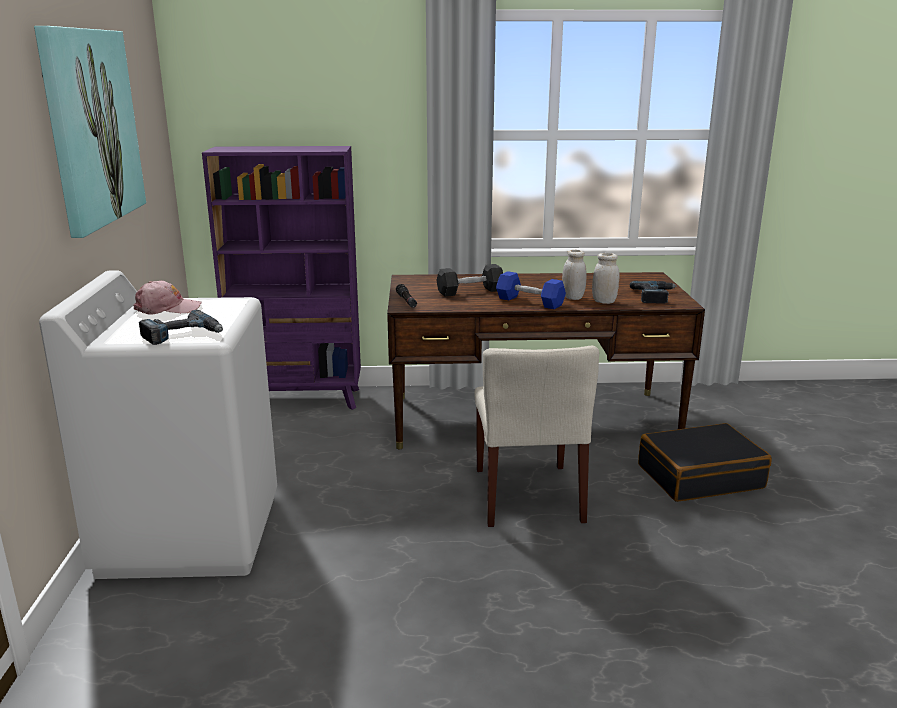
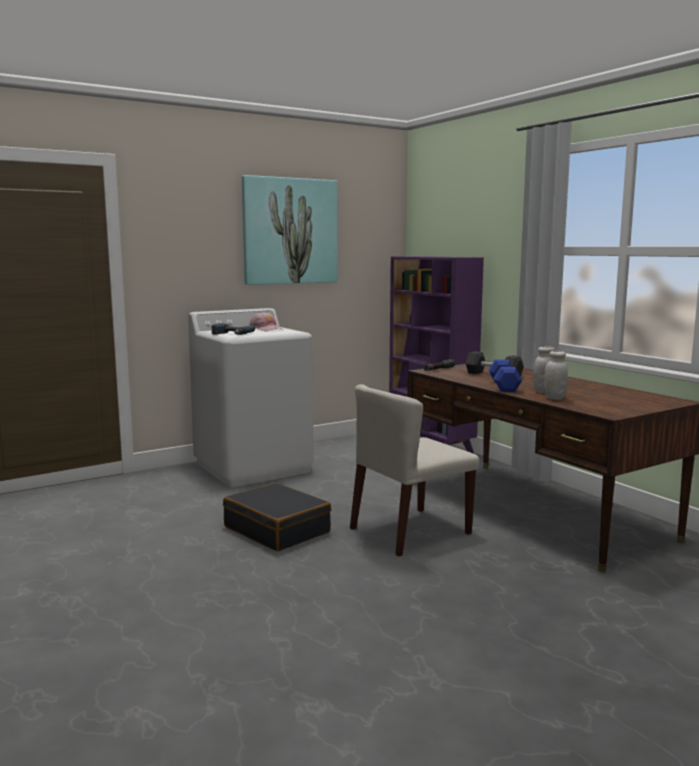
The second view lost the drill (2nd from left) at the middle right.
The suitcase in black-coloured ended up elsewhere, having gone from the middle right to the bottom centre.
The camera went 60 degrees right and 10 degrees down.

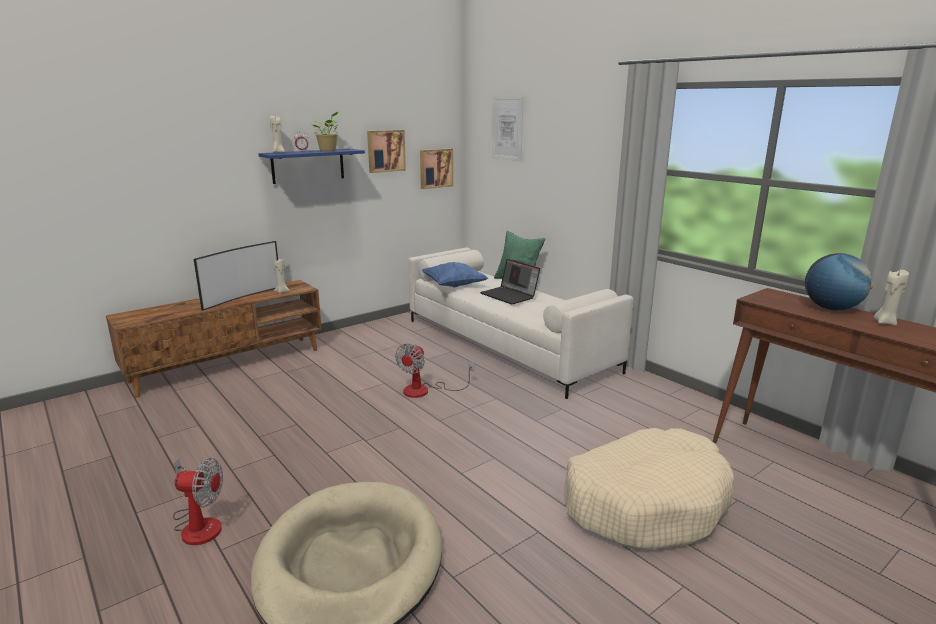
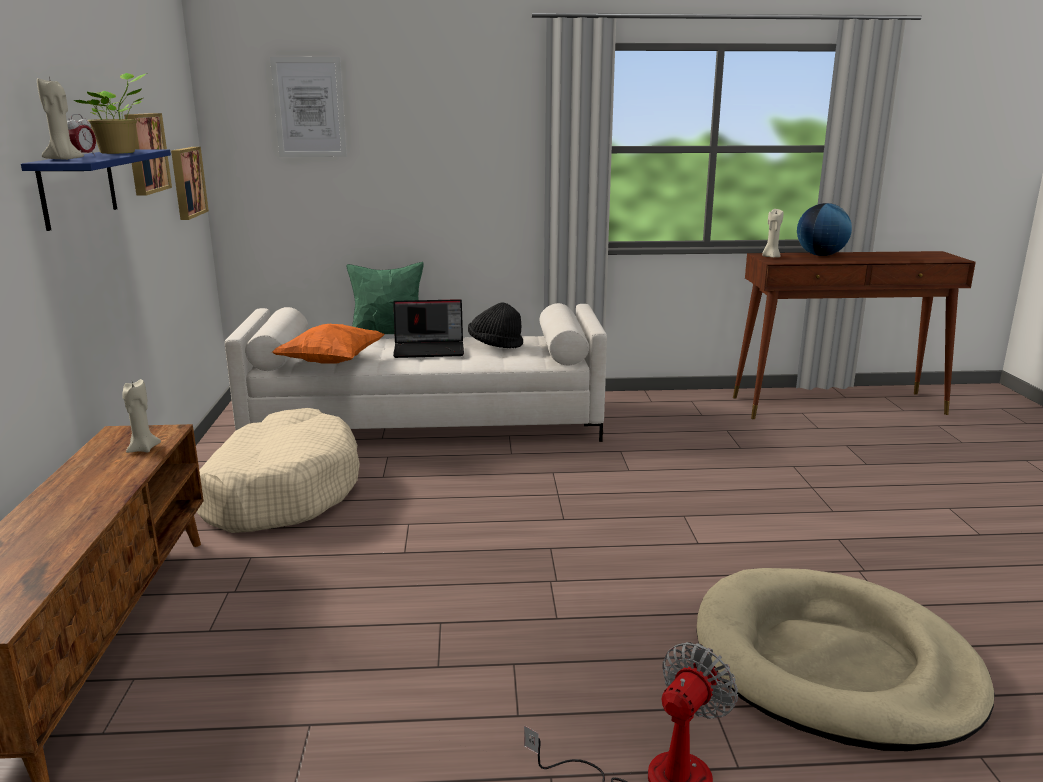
The second view lost the TV at the middle left.
The second view lost the electric fan (2nd from left) at the centre.
What was the cushion in bluish at the centre turned into the cushion in orange-coloured at the middle left.
The dog bed in sand-coloured (2nd from left in the first image) ended up elsewhere, having gone from the bottom right to the middle left.
The wax light in sand-coloured (3rd from left) ended up elsewhere, having gone from the middle right to the top right.
The second view gained the clothing hat in black-coloured at the centre.
The camera went 55 degrees left and 0 degrees up.

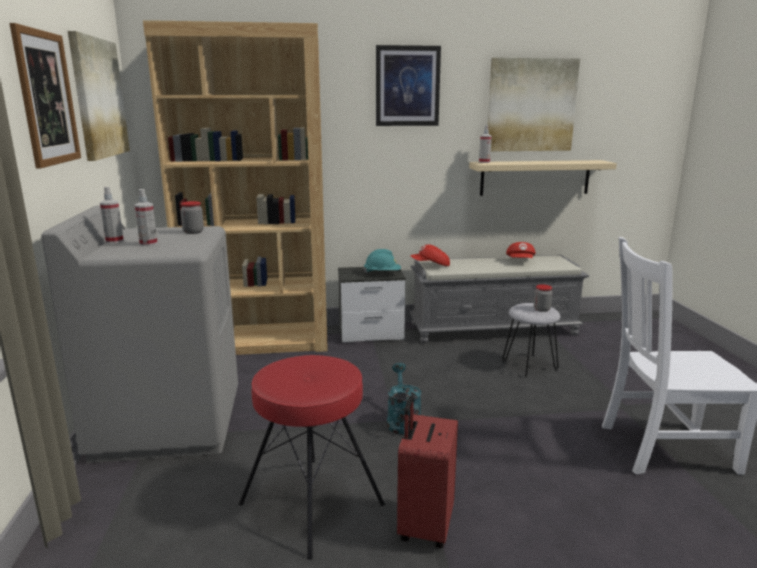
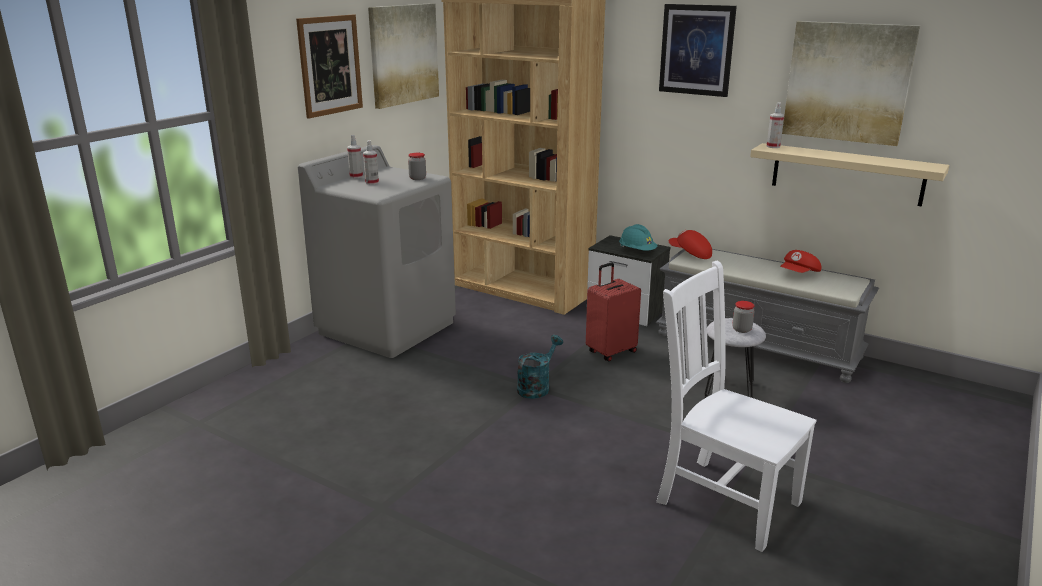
The second view lost the stool in red-coloured at the bottom centre.
The suitcase in red-coloured ended up elsewhere, having gone from the bottom centre to the centre.
The camera went 40 degrees right and 5 degrees up.

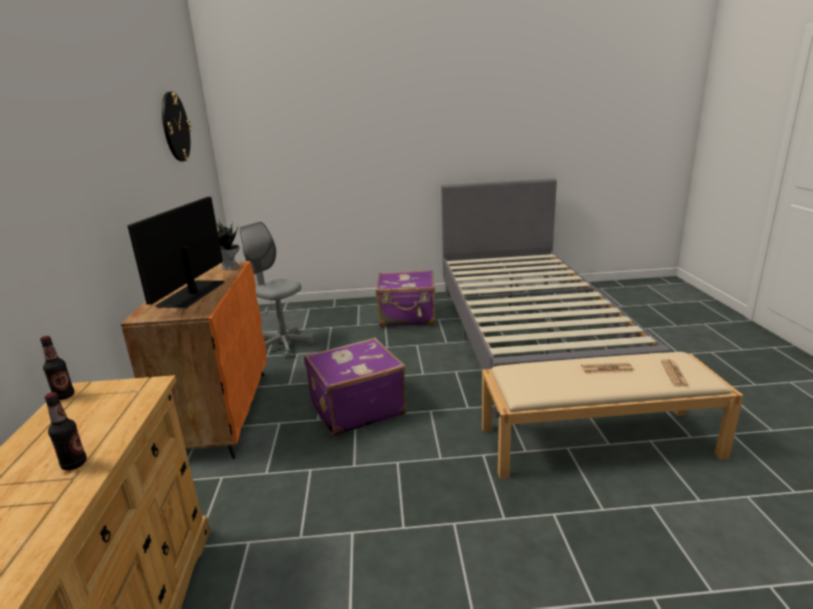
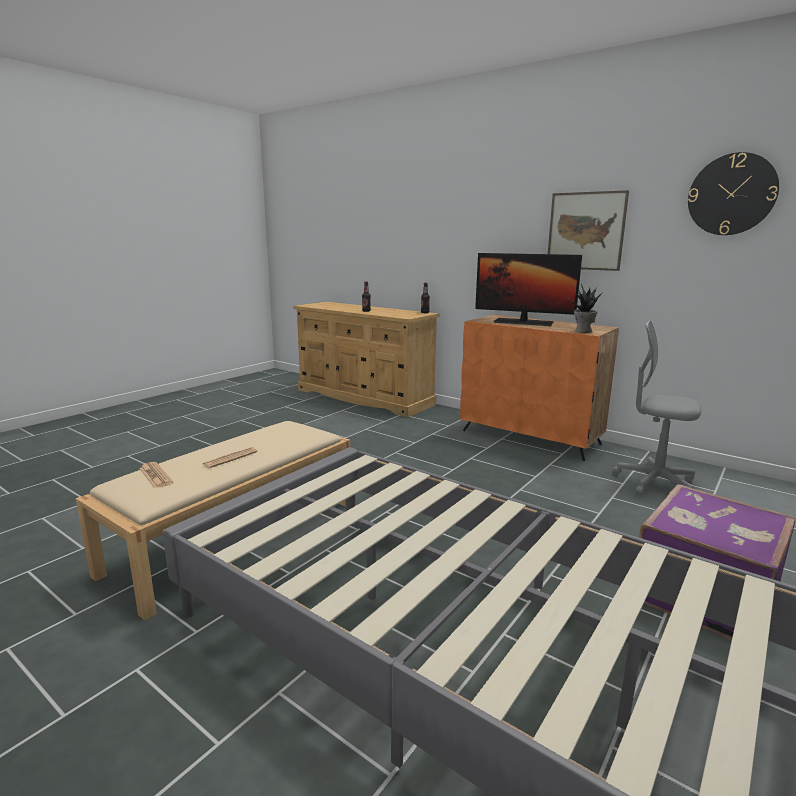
The computer screen at the middle left ended up facing another way, 150 degrees clockwise from before.
The desk chair in grey at the centre ended up facing another way, 135 degrees counterclockwise from before.
The second view lost the suitcase in purple-coloured (1st from left) at the centre.
The second view gained the picture at the top right.
The camera went 130 degrees right and 5 degrees down.

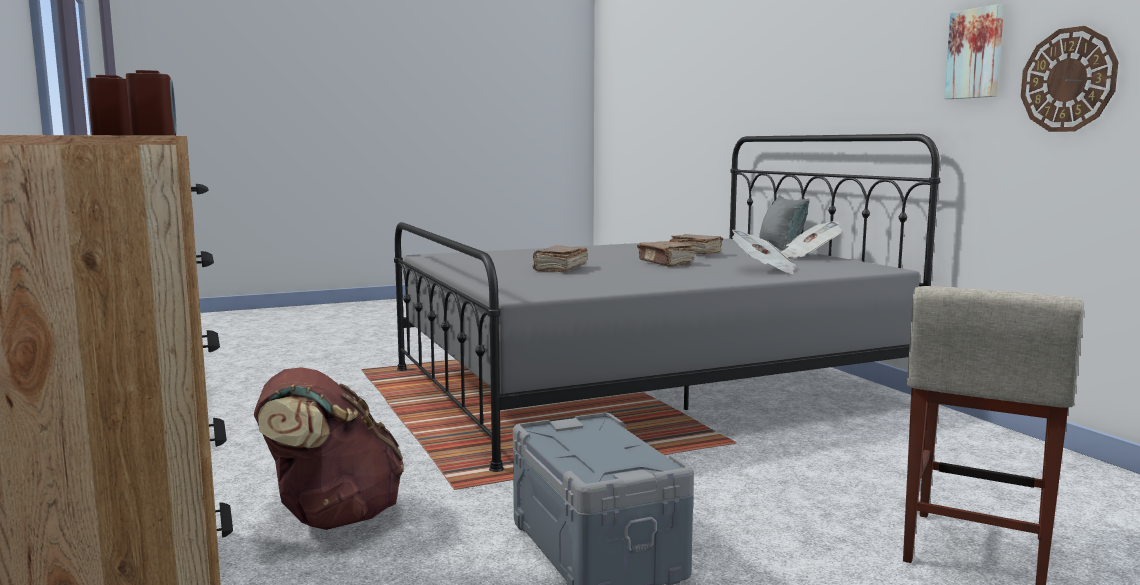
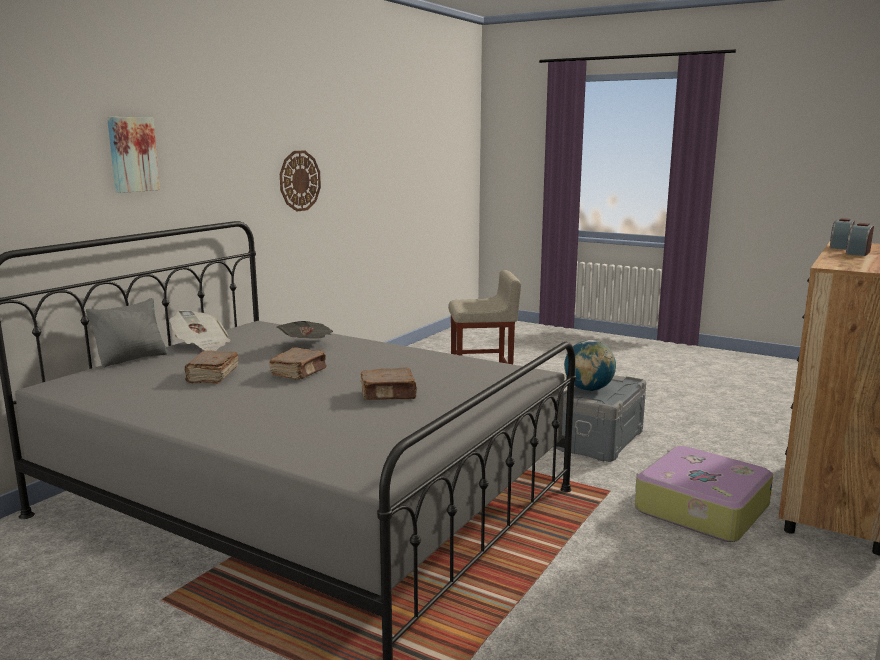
Where the knapsack in brownish stood at the bottom left, the suitcase came to stand at the bottom right.
The picture ended up elsewhere, having gone from the top right to the top left.
The second view gained the desk globe at the middle right.
The camera went 125 degrees left and 5 degrees up.

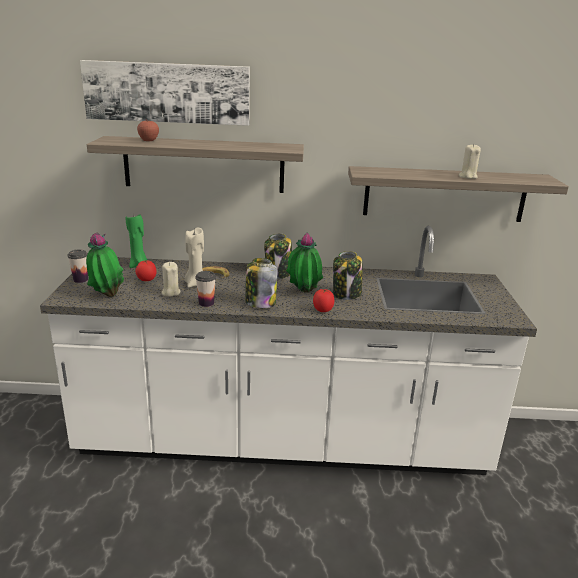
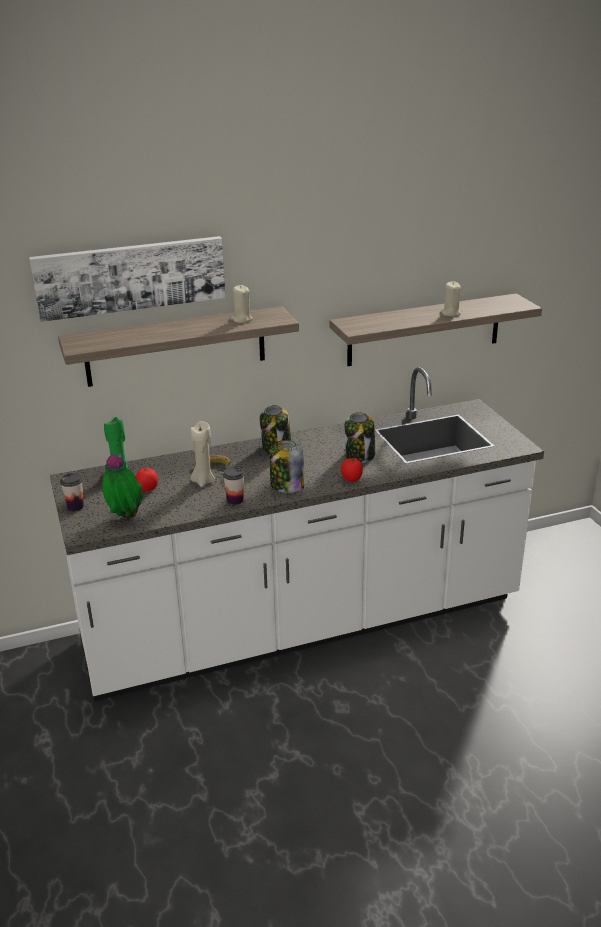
The second view lost the whole apple at the top left.
The wax light in sand-coloured (1st from left in the first image) ended up elsewhere, having gone from the middle left to the top centre.
The second view lost the plant in a pot (2nd from left) at the centre.
The camera went 20 degrees left and 5 degrees up.

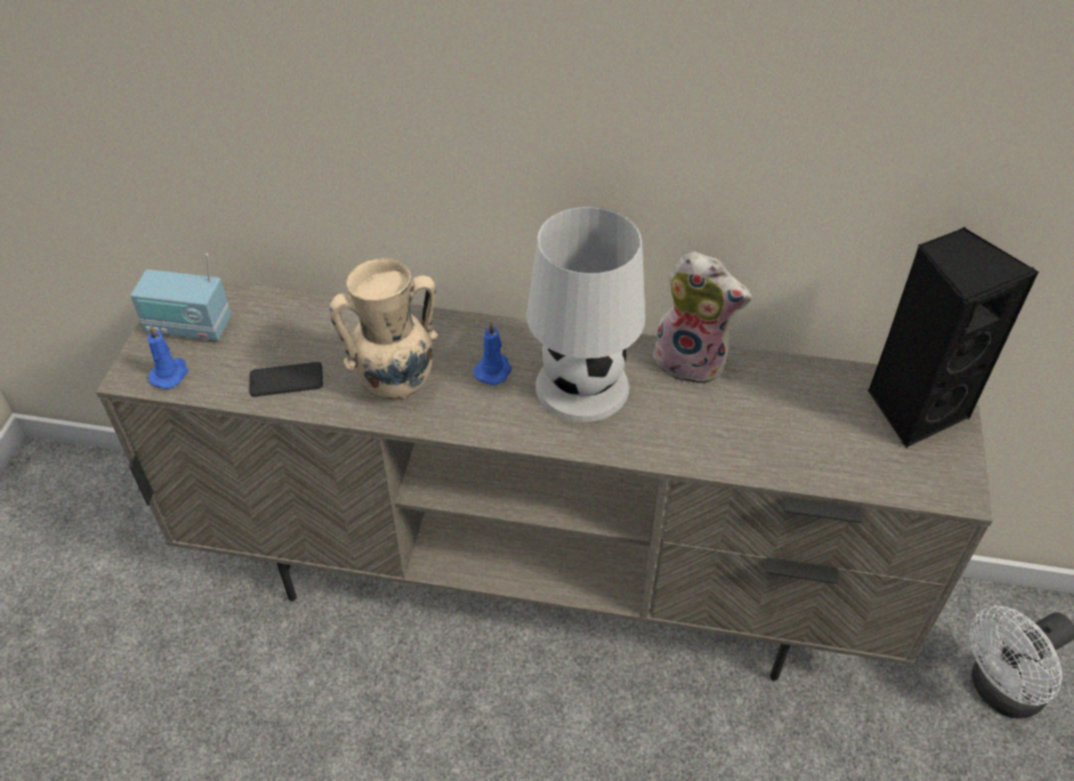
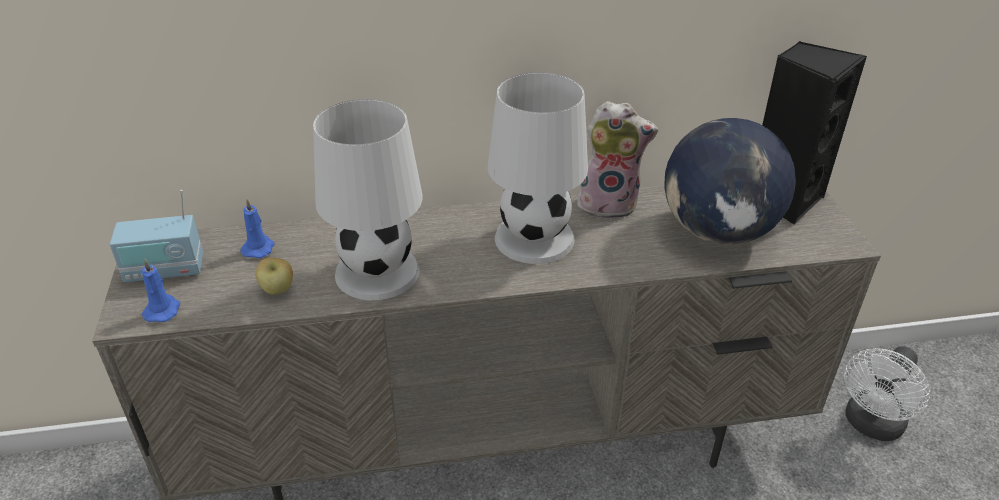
Where the telephone stood at the middle left, the whole apple came to stand at the middle left.
Where the vase in sand-coloured stood at the centre, the table lamp in whitish (1st from left) came to stand at the centre.
The wax light in bluish (2nd from left) ended up elsewhere, having gone from the centre to the middle left.
The second view gained the desk globe at the middle right.
The camera went 20 degrees left and 10 degrees down.

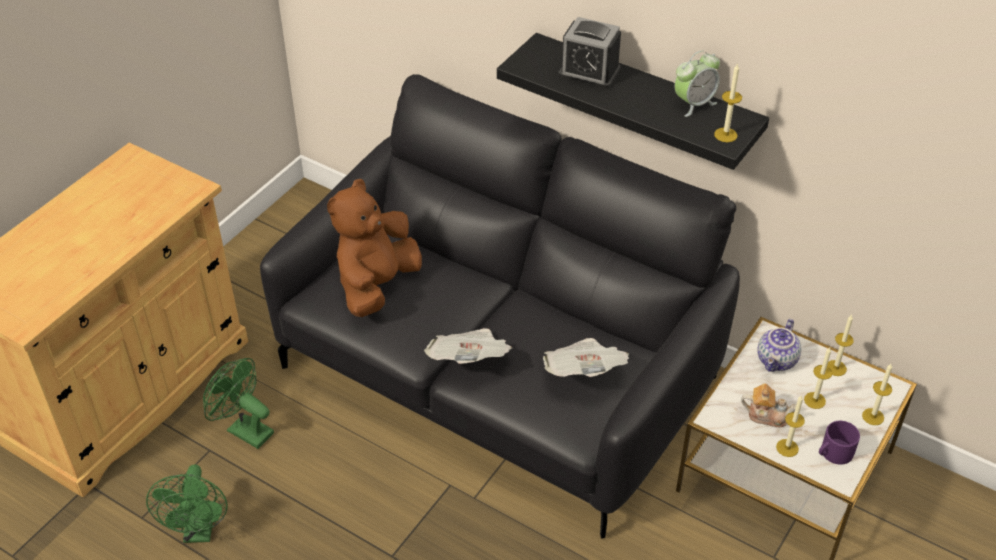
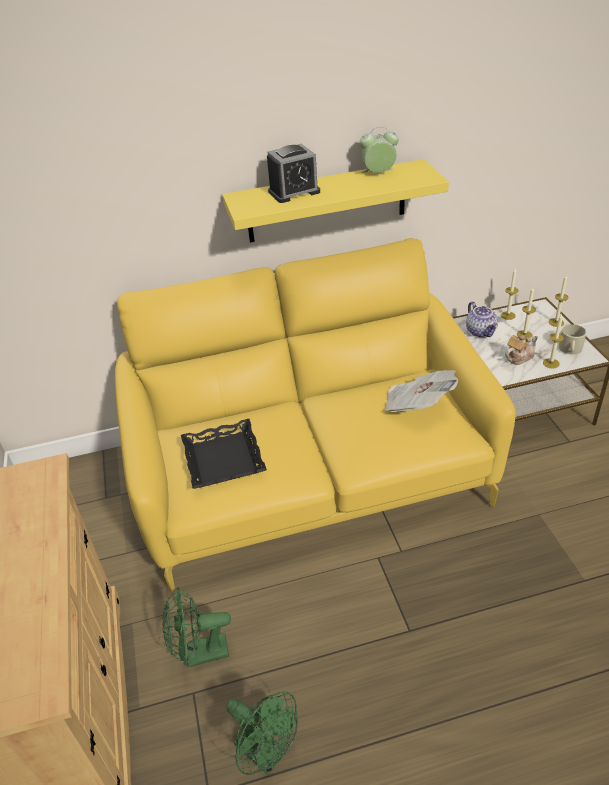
What was the couch in black-coloured at the centre turned into the couch in yellow at the centre.
Where the soft toy in brownish stood at the centre, the serving tray in black-coloured came to stand at the centre.
The second view lost the printed paper (1st from left) at the centre.
What was the wall shelf in black-coloured at the top centre turned into the wall shelf in yellow at the top centre.
The table clock (2nd from left) at the top right ended up facing another way, 105 degrees counterclockwise from before.
The second view lost the wax light (1st from left) at the top right.
What was the tea mug in purple-coloured at the bottom right turned into the tea mug in sand-coloured at the middle right.
The camera went 45 degrees left and 5 degrees down.

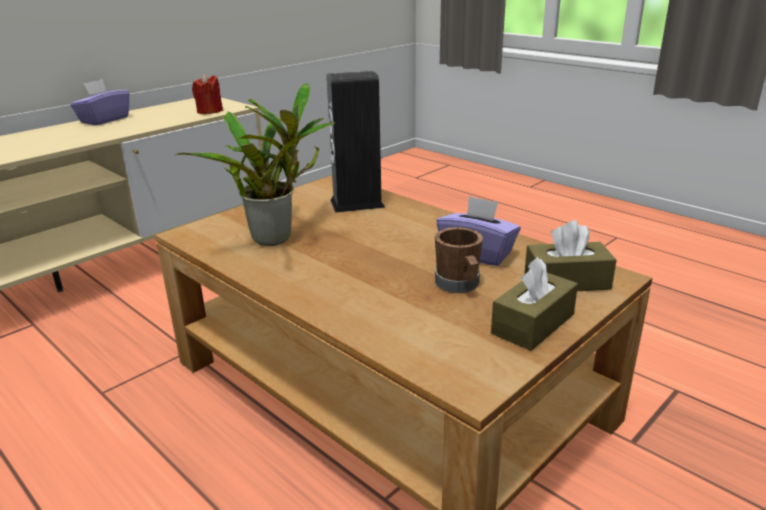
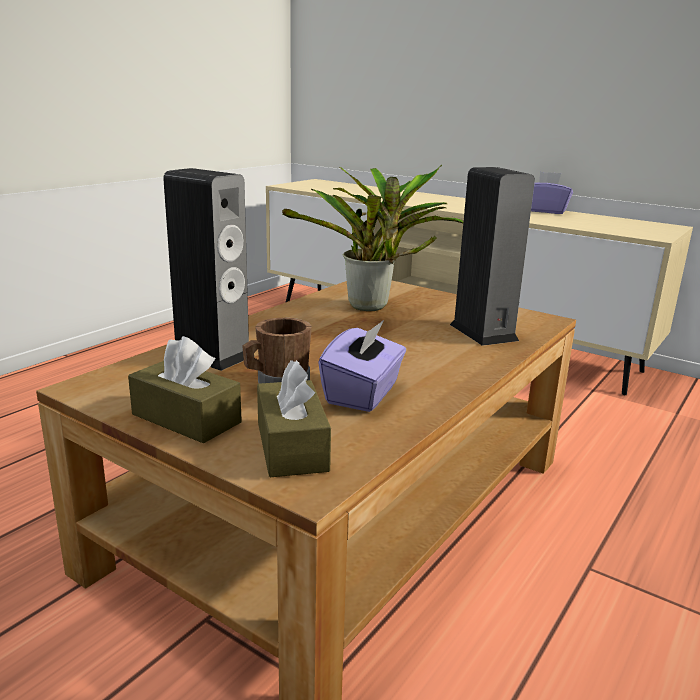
The second view lost the wax light in red-coloured at the top left.
The second view gained the audio speaker (1st from left) at the middle left.
The camera went 80 degrees right and 5 degrees down.

